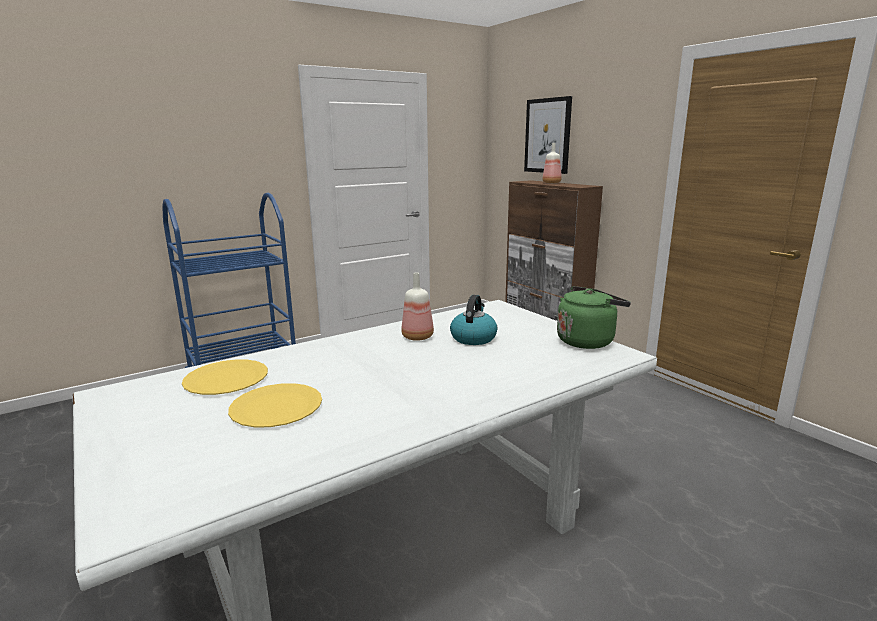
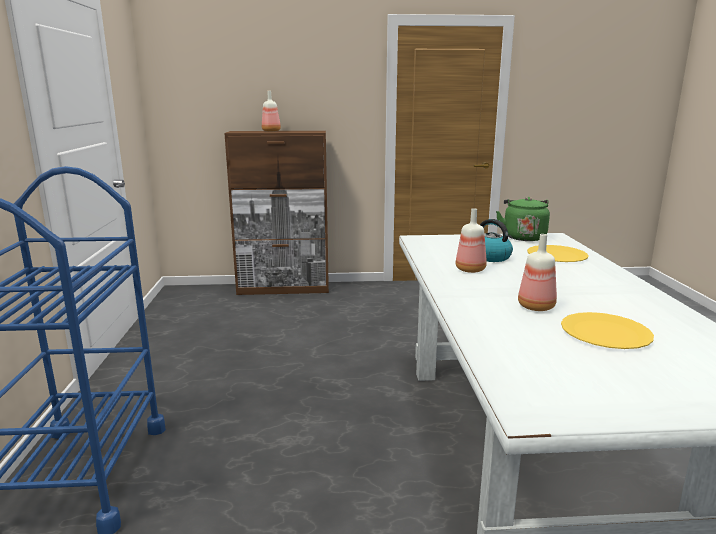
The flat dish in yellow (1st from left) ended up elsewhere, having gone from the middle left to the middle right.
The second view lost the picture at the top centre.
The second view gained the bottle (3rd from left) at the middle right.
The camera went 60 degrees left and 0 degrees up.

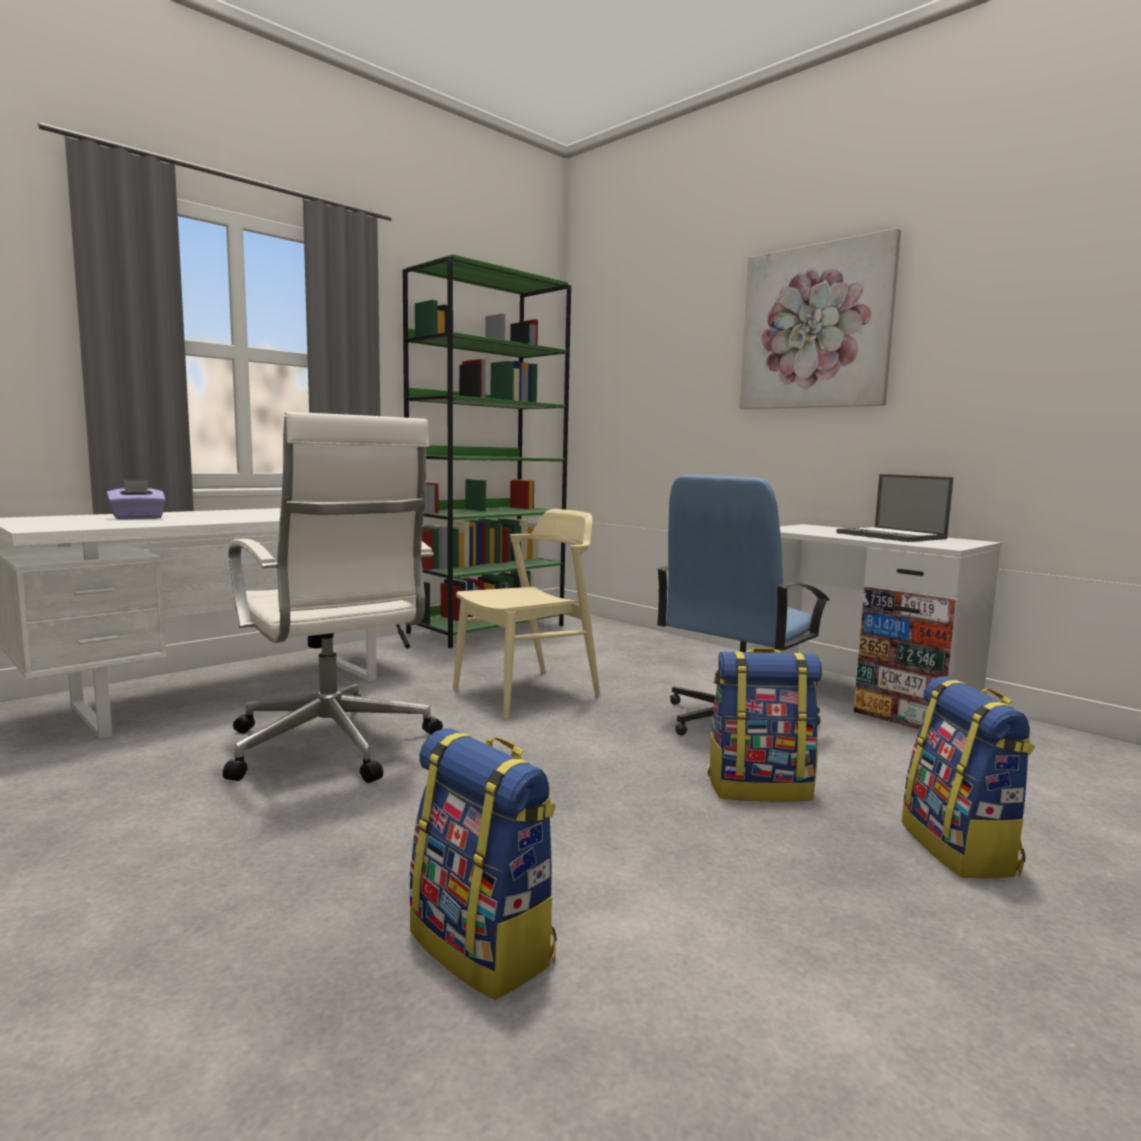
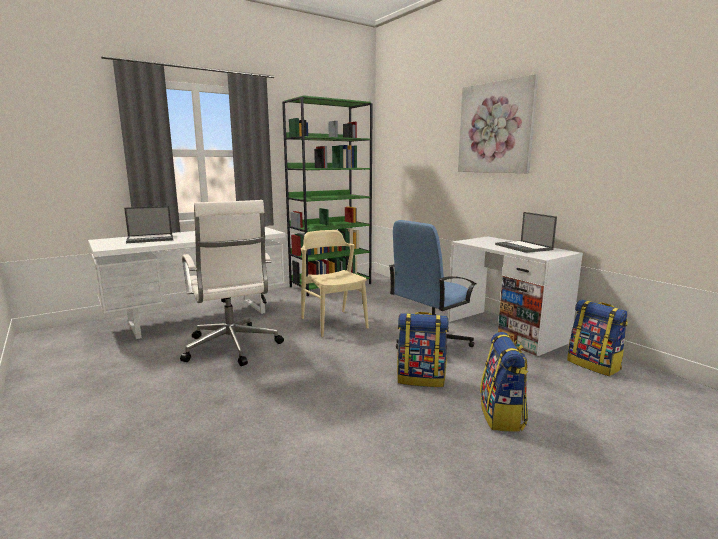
Where the tissue holder in purple-coloured stood at the middle left, the notebook computer (1st from left) came to stand at the middle left.
The knapsack (1st from left in the first image) ended up elsewhere, having gone from the bottom centre to the middle right.
The upright chair in sand-coloured at the centre ended up facing another way, 90 degrees counterclockwise from before.
The camera went 10 degrees right and 5 degrees up.

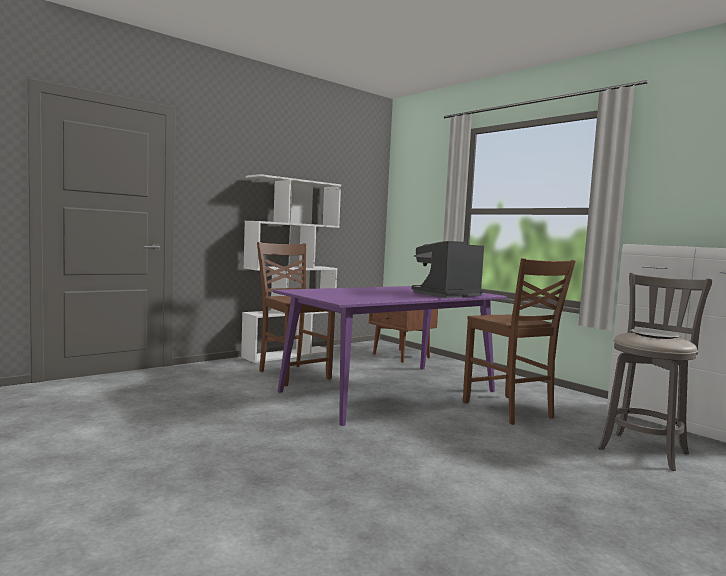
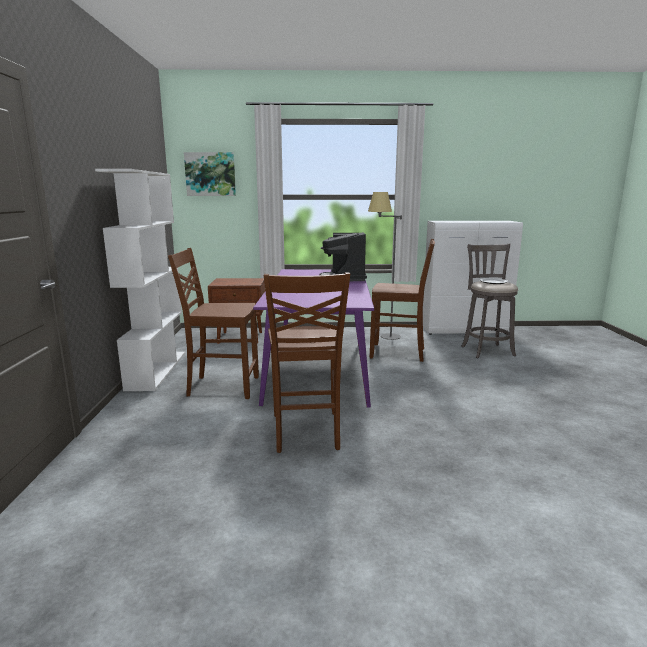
The second view gained the picture at the top left.
The second view gained the upright chair in brownish (2nd from left) at the centre.
The second view gained the standing lamp in grey at the centre.
The camera went 50 degrees left and 10 degrees up.

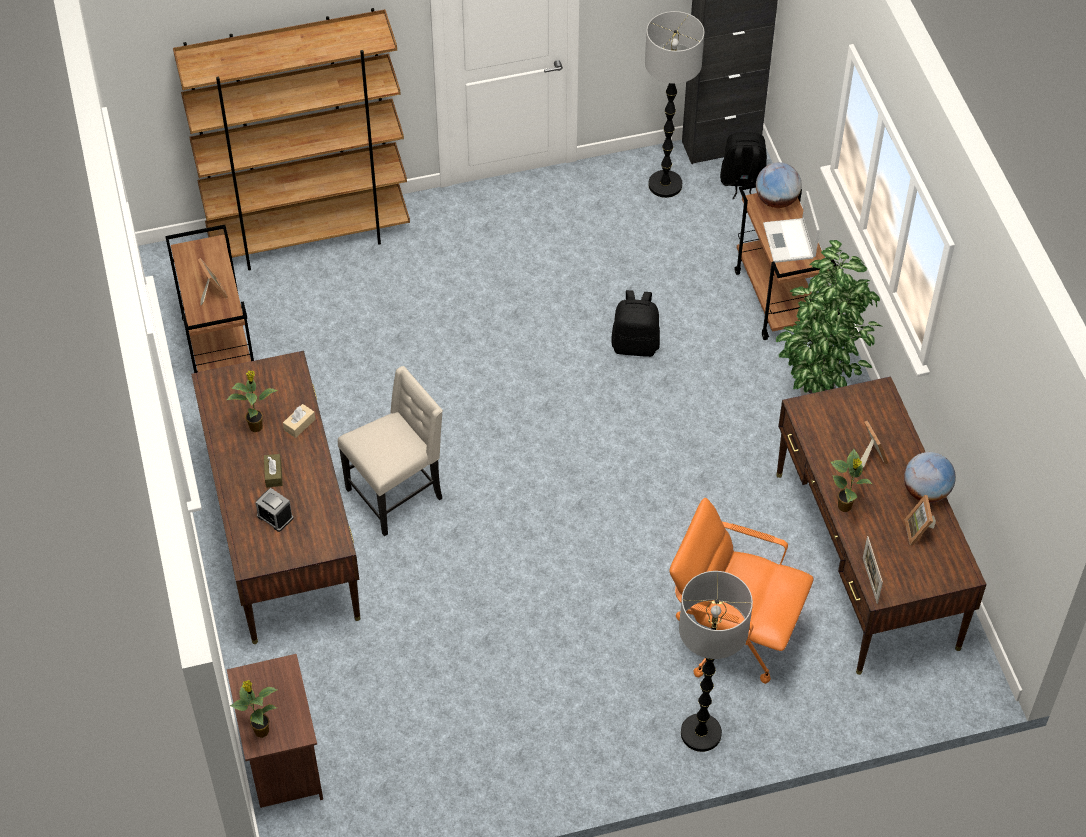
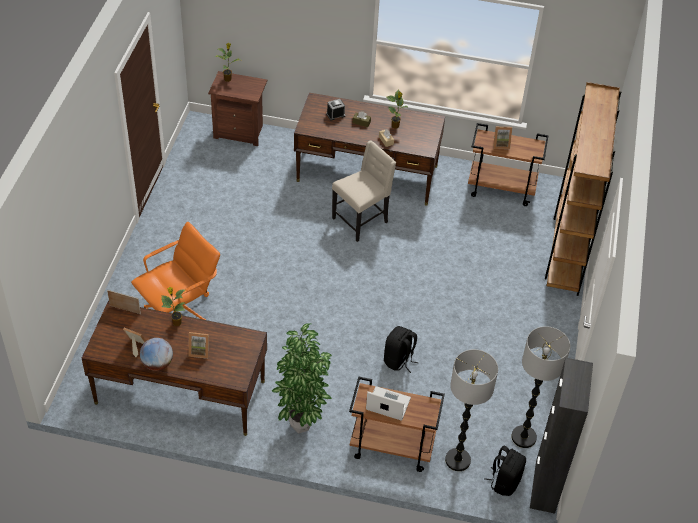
The upright chair in sand-coloured at the centre ended up facing another way, 120 degrees counterclockwise from before.
The standing lamp (2nd from left in the first image) ended up elsewhere, having gone from the bottom centre to the bottom right.
The second view lost the desk globe (1st from left) at the top right.
The camera went 115 degrees right and 5 degrees down.

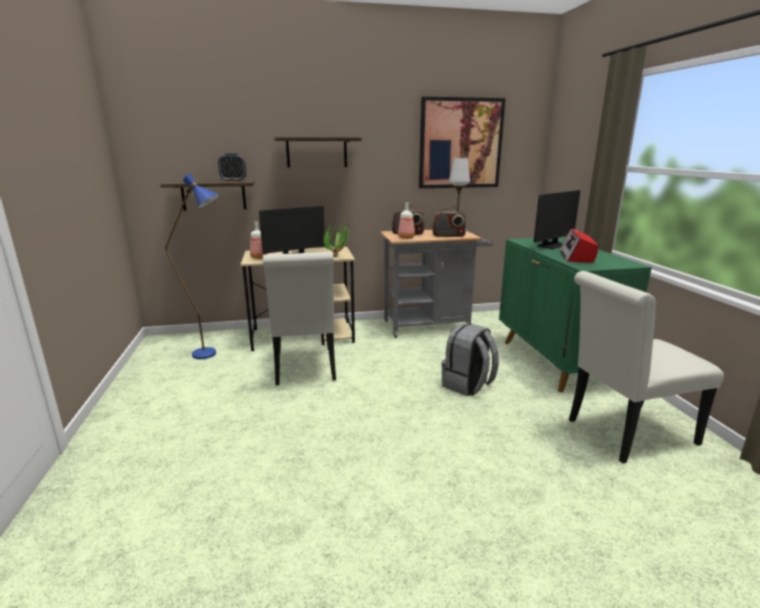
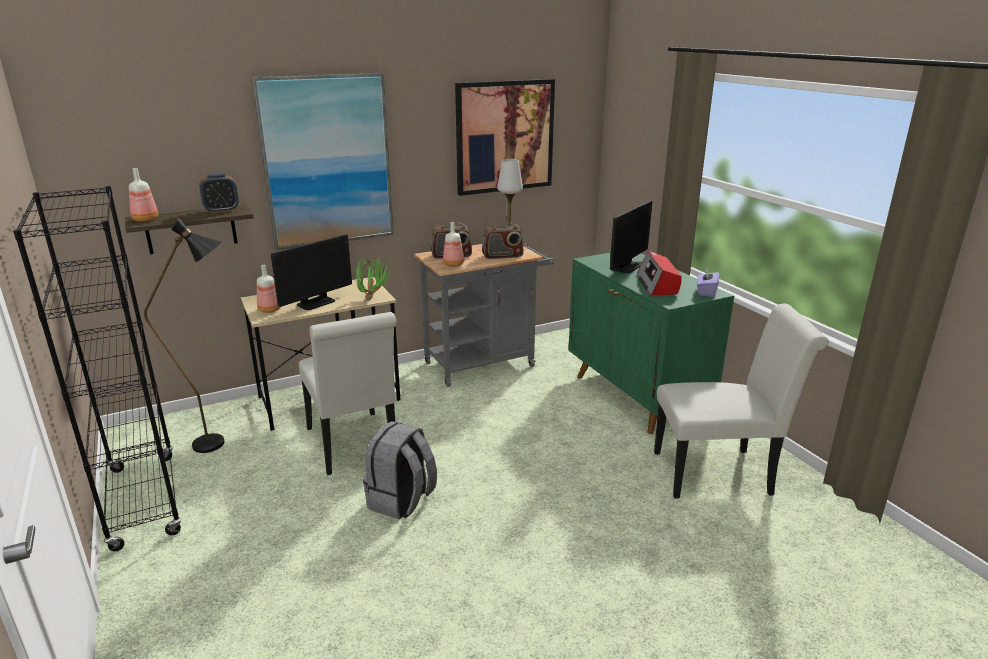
What was the standing lamp in bluish at the middle left turned into the standing lamp in black-coloured at the middle left.
Where the wall shelf (2nd from left) hung at the top centre, the picture (1st from left) came to hang at the top left.
The knapsack in grey ended up elsewhere, having gone from the centre to the bottom centre.
The upright chair in whitish (2nd from left) at the middle right ended up facing another way, 150 degrees counterclockwise from before.
The second view gained the shelving unit in black-coloured at the middle left.
The second view gained the bottle (1st from left) at the top left.
The second view gained the tissue holder in purple-coloured at the middle right.
The camera went 15 degrees left and 5 degrees up.

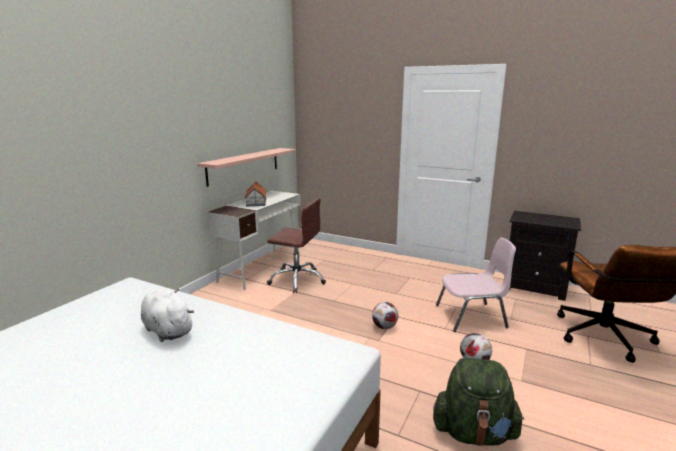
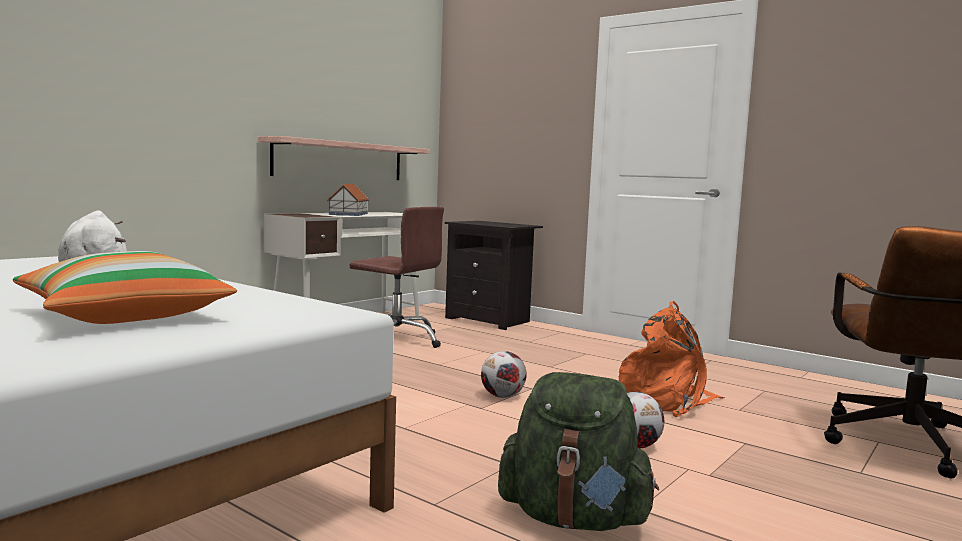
Where the upright chair in pink-coloured stood at the middle right, the knapsack in orange-coloured came to stand at the middle right.
The night table in black-coloured ended up elsewhere, having gone from the middle right to the centre.
The second view gained the cushion at the middle left.
The camera went 10 degrees right and 10 degrees down.

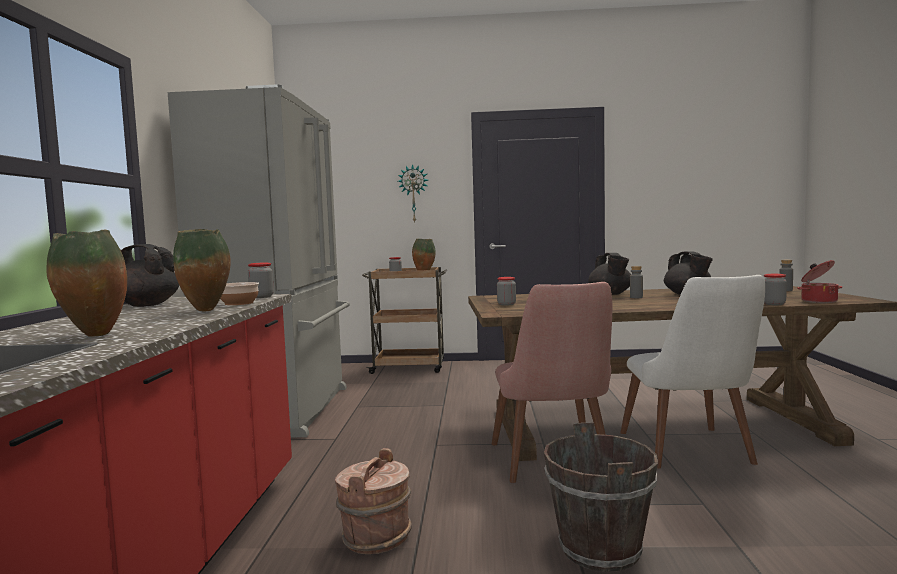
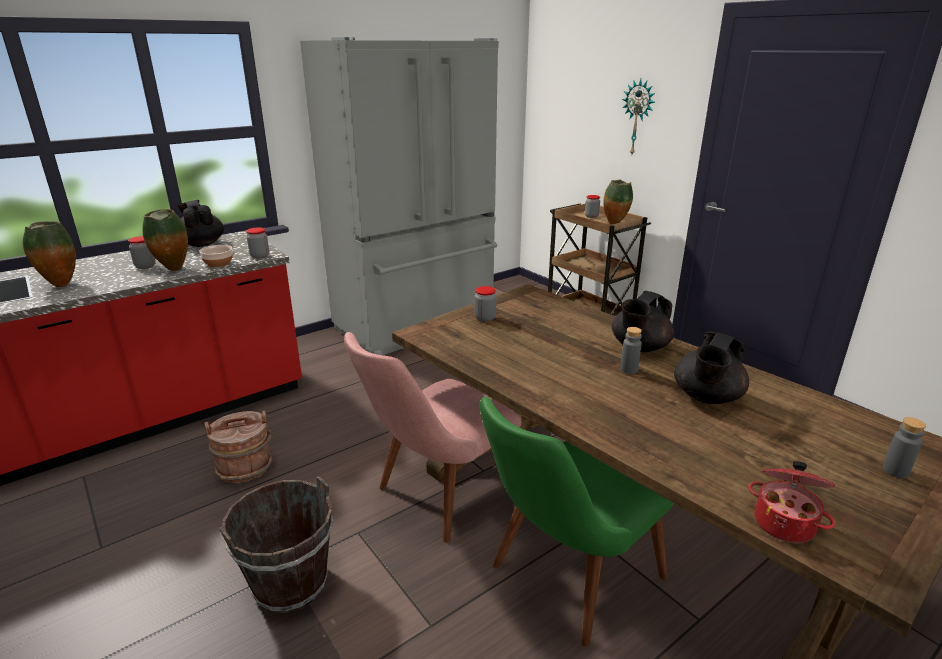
What was the upright chair in whitish at the middle right turned into the upright chair in green at the bottom centre.
The jar (4th from left in the first image) ended up elsewhere, having gone from the middle right to the middle left.
The camera went 50 degrees right and 20 degrees up.

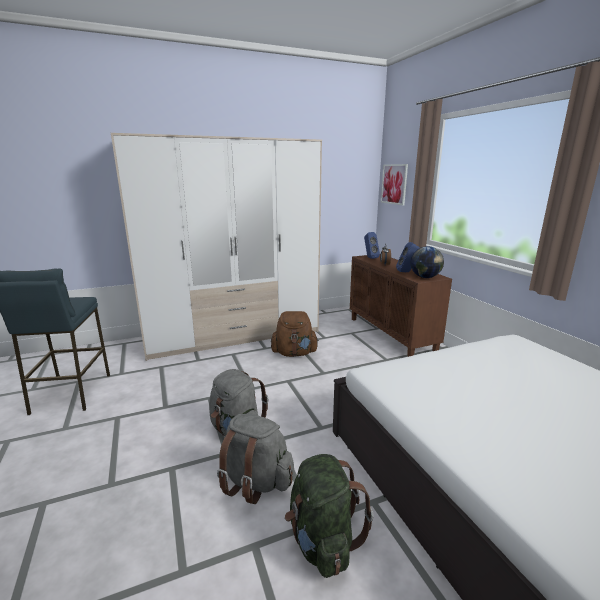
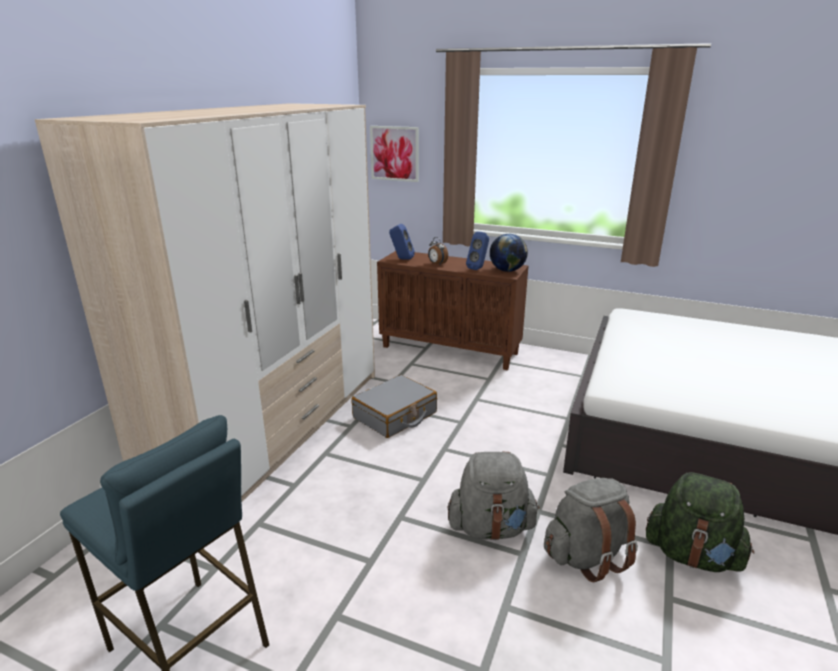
Where the knapsack in brownish stood at the centre, the suitcase in grey came to stand at the centre.
The camera went 45 degrees left and 5 degrees up.

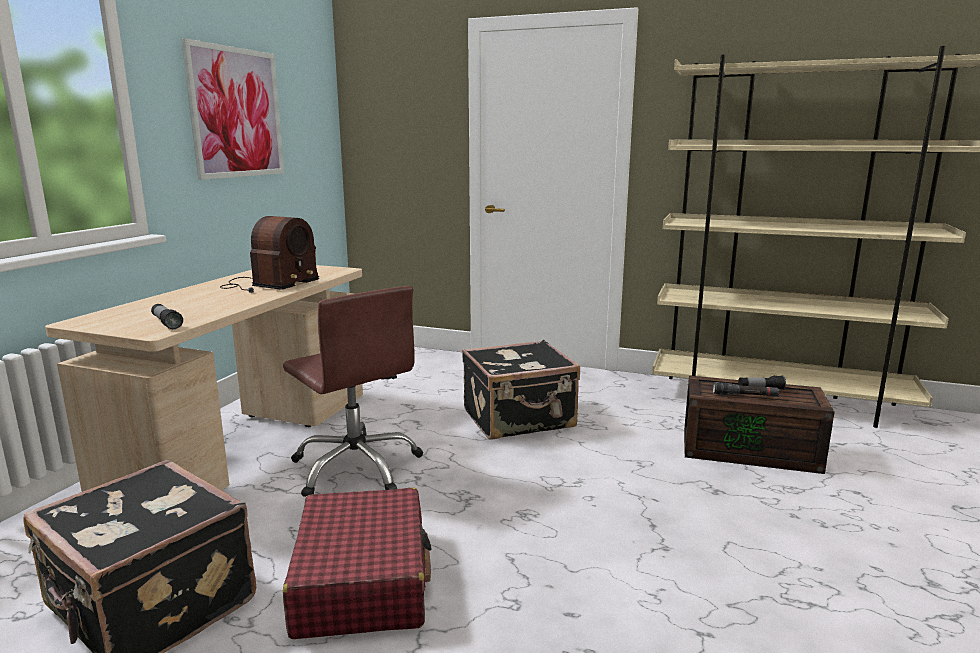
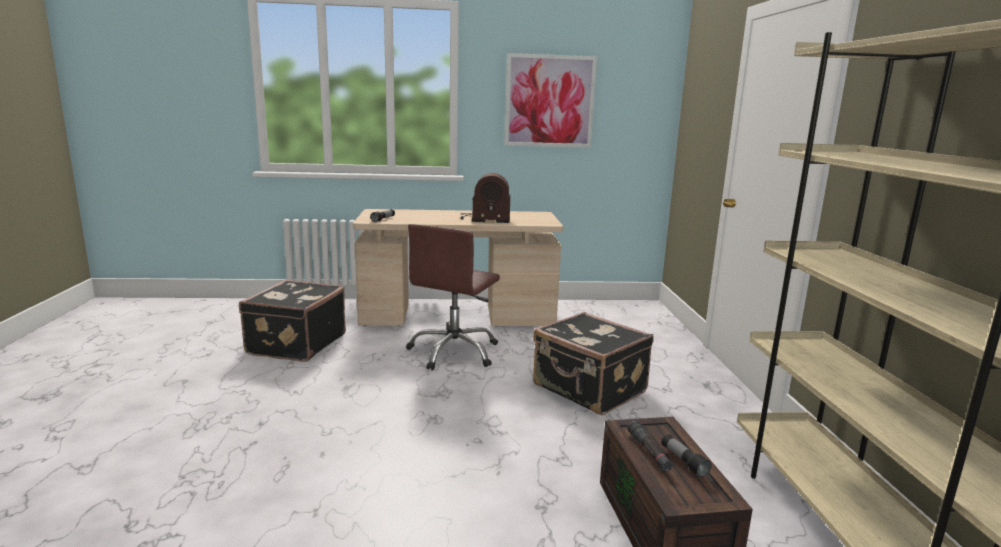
The second view lost the suitcase in red-coloured at the bottom centre.
The camera went 65 degrees right and 0 degrees up.

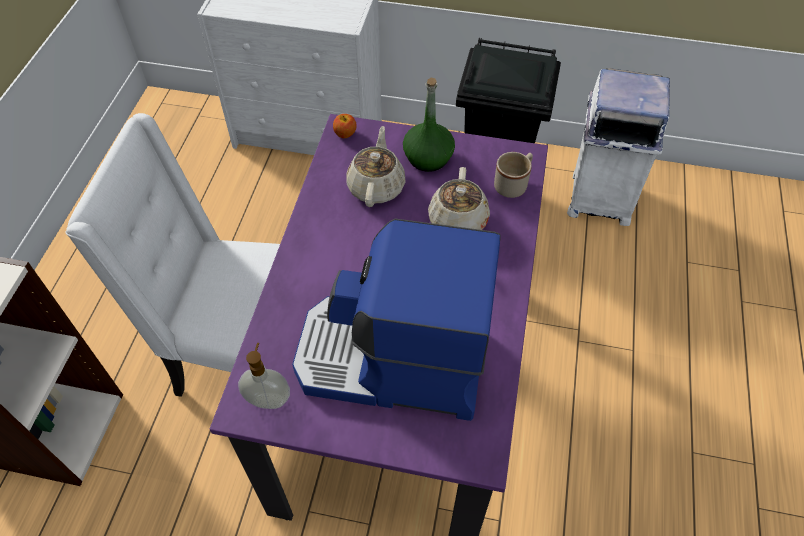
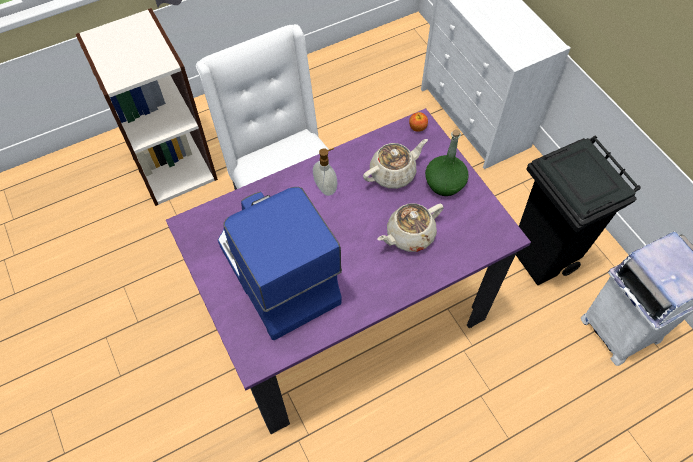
The soap bottle ended up elsewhere, having gone from the bottom left to the centre.
The second view lost the tea mug in sand-coloured at the top centre.
The camera went 50 degrees right and 5 degrees up.

